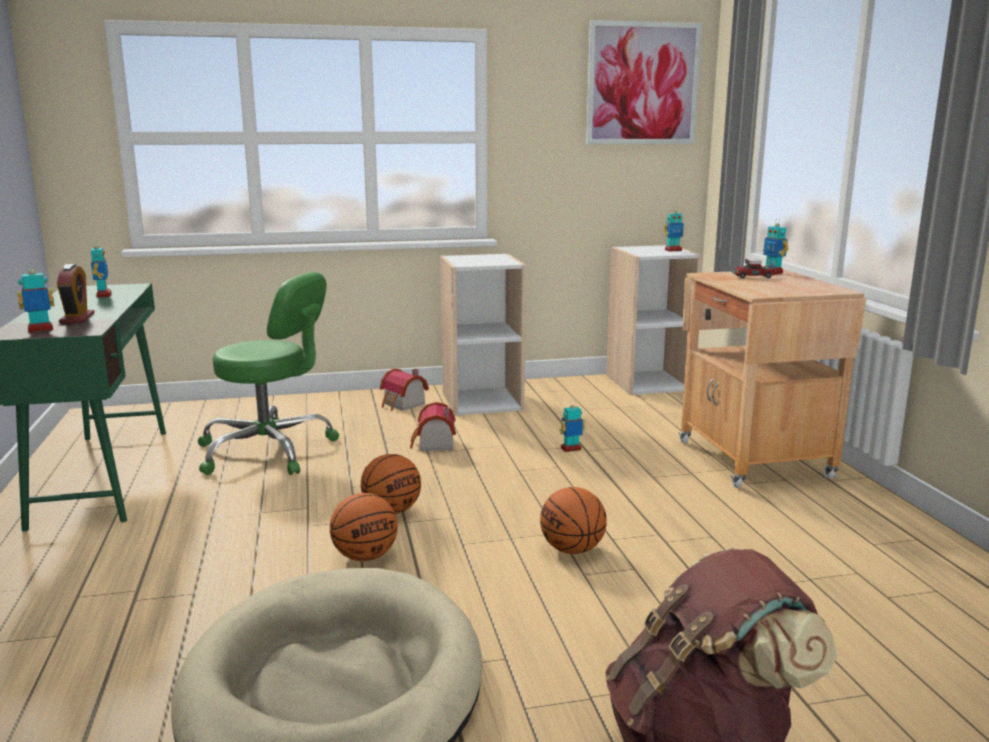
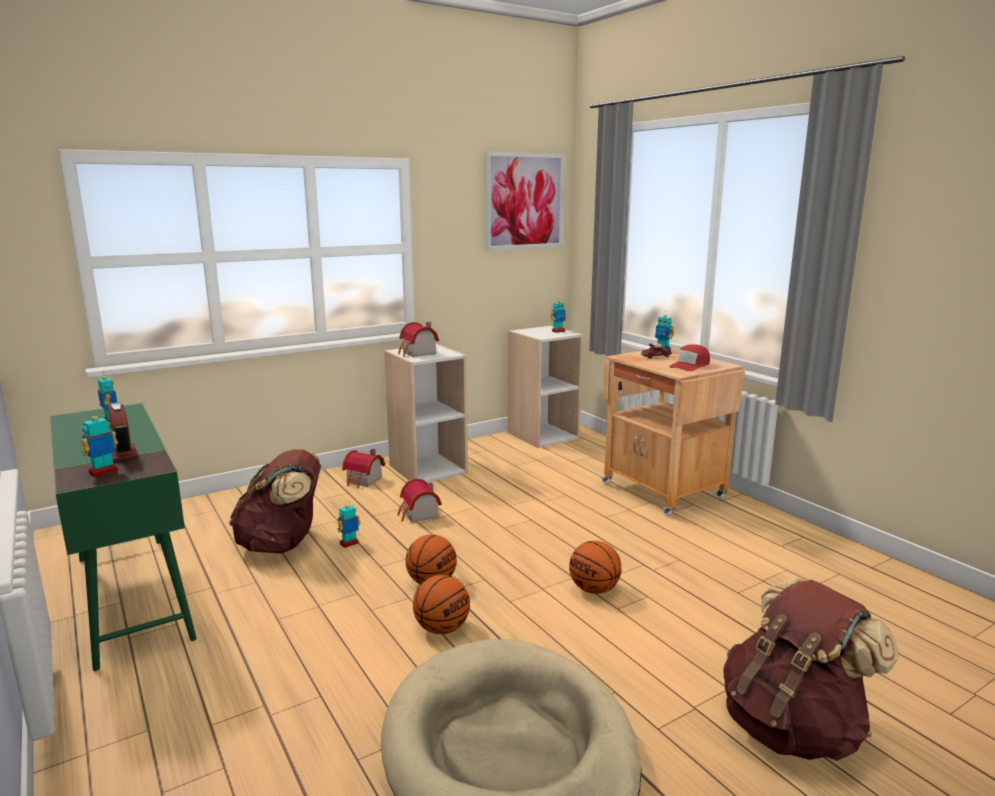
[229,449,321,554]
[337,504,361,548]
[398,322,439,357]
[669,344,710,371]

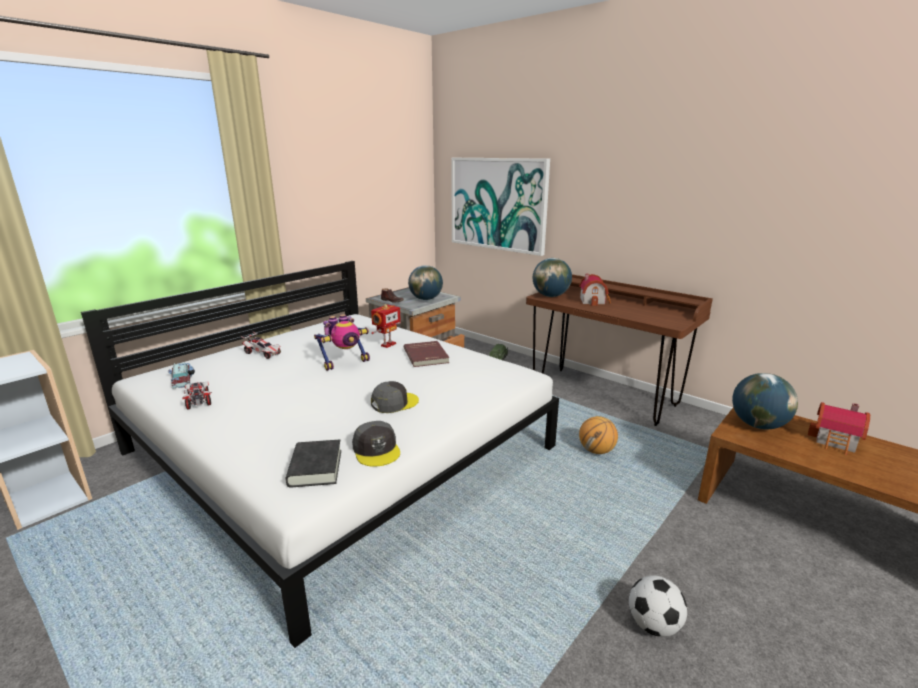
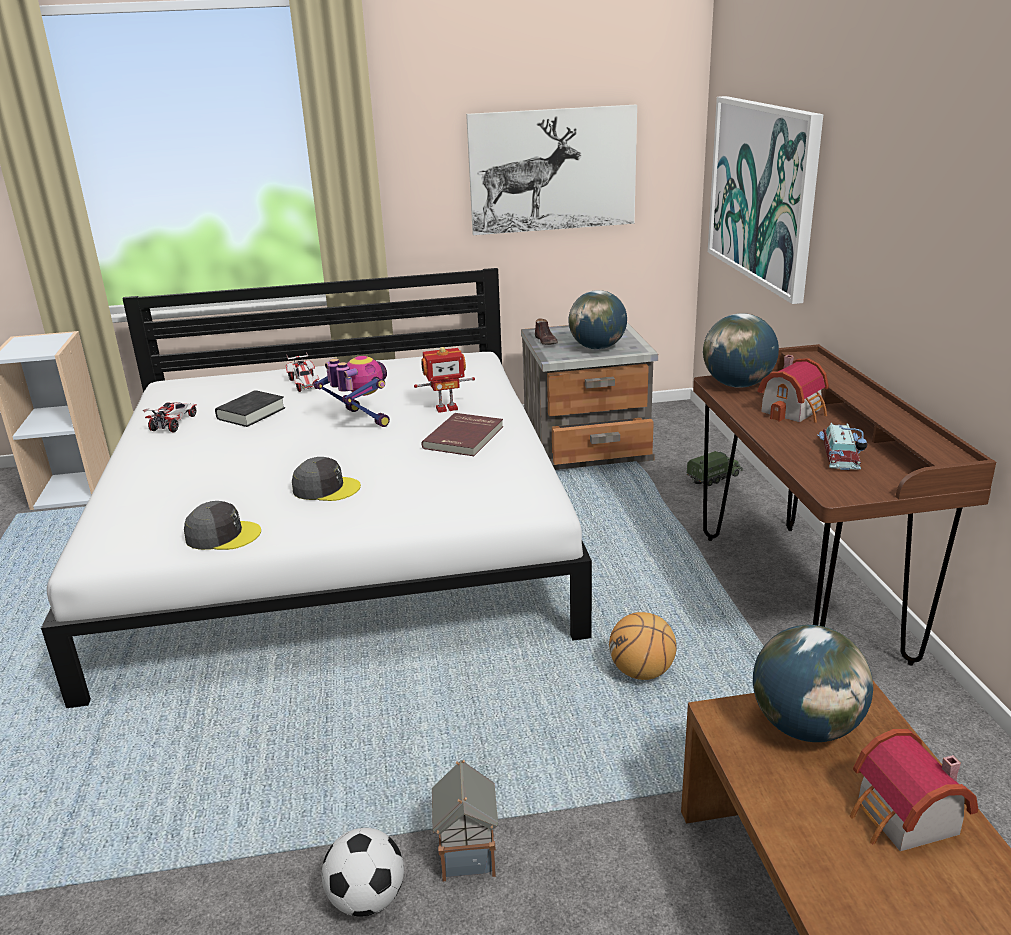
[818,423,867,470]
[215,390,285,427]
[313,356,390,427]
[184,501,261,550]
[432,760,498,881]
[466,105,637,235]

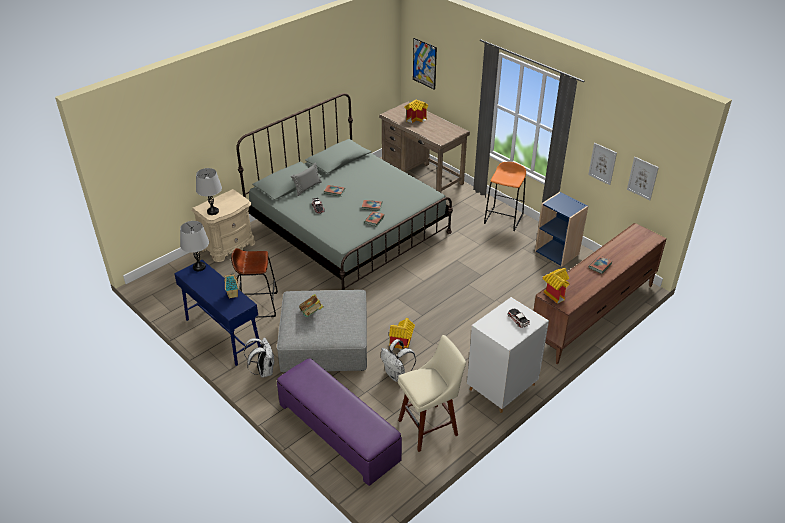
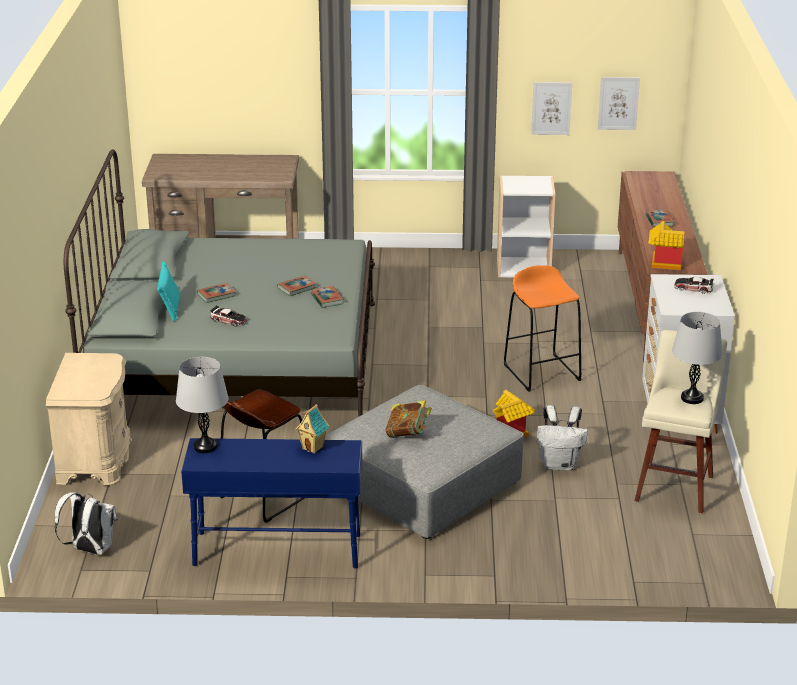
[672,312,722,404]
[55,492,118,555]
[277,358,402,486] (first image)
[157,261,180,321]
[404,100,428,123] (first image)
[413,38,437,90] (first image)
[504,265,581,392]
[497,176,555,277]

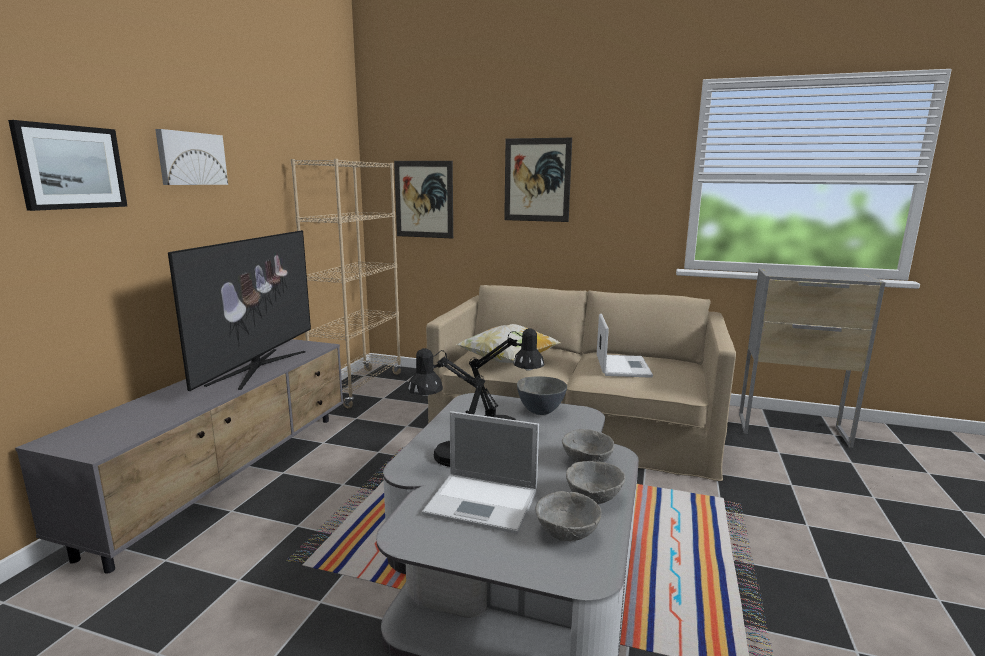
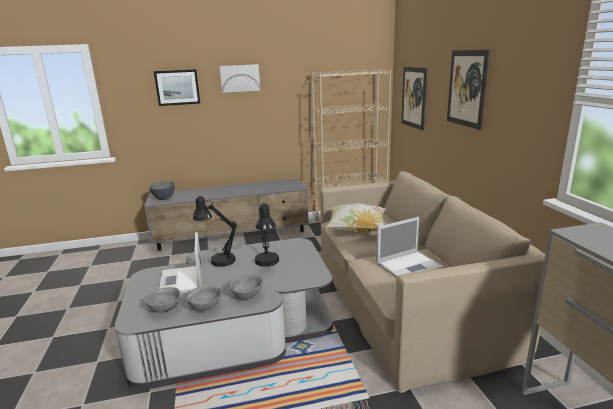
[168,230,311,391] (first image)
[149,181,175,200]

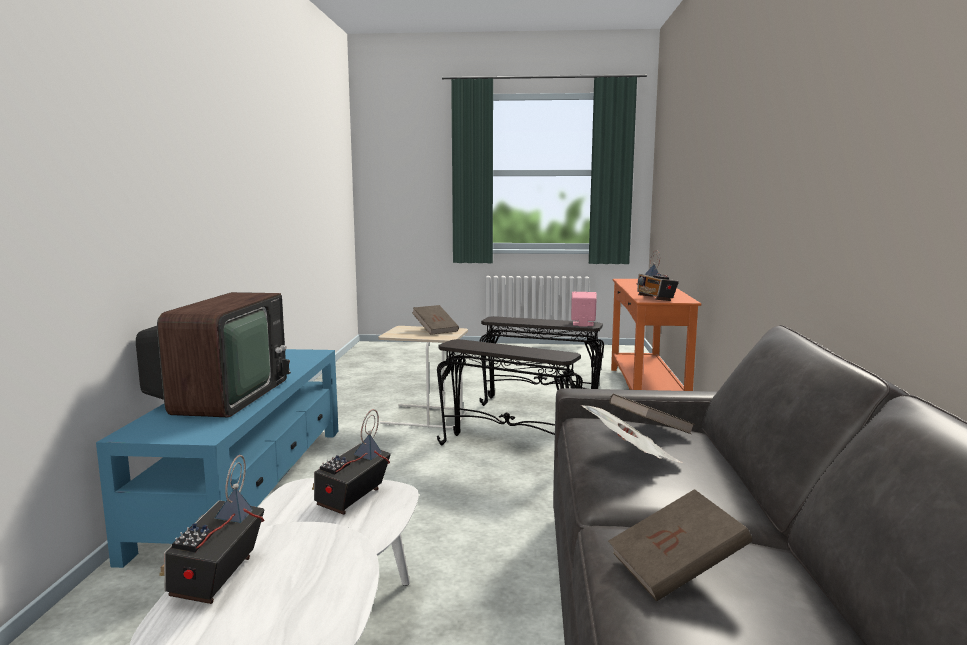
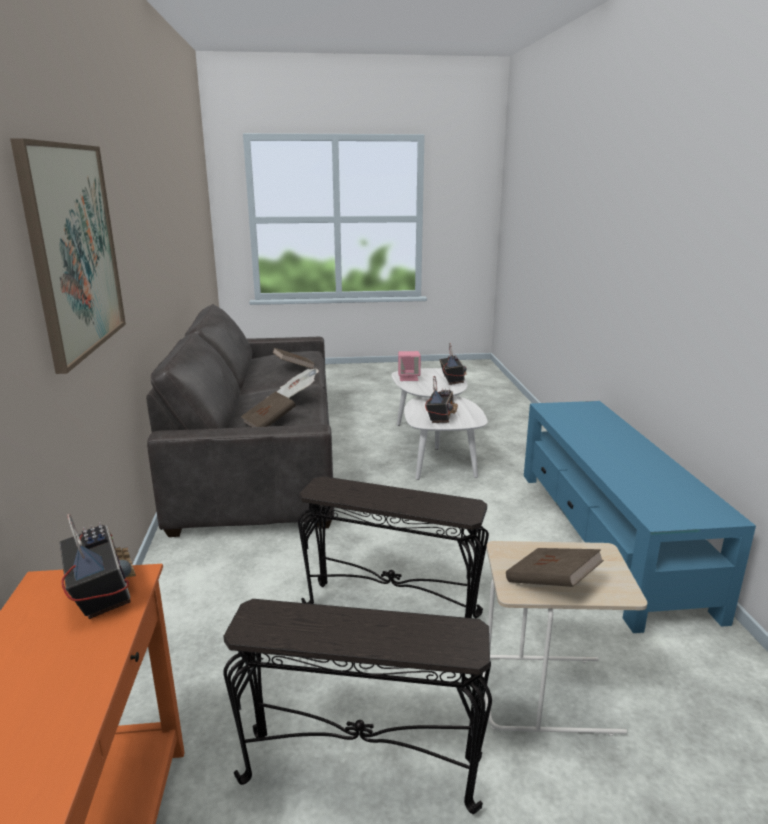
[136,292,291,417] (first image)
[398,351,421,381]
[10,138,126,374]

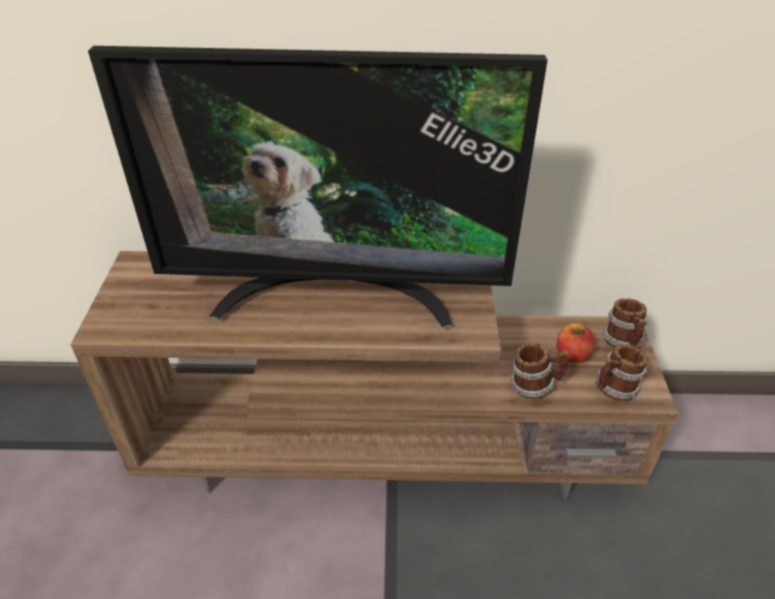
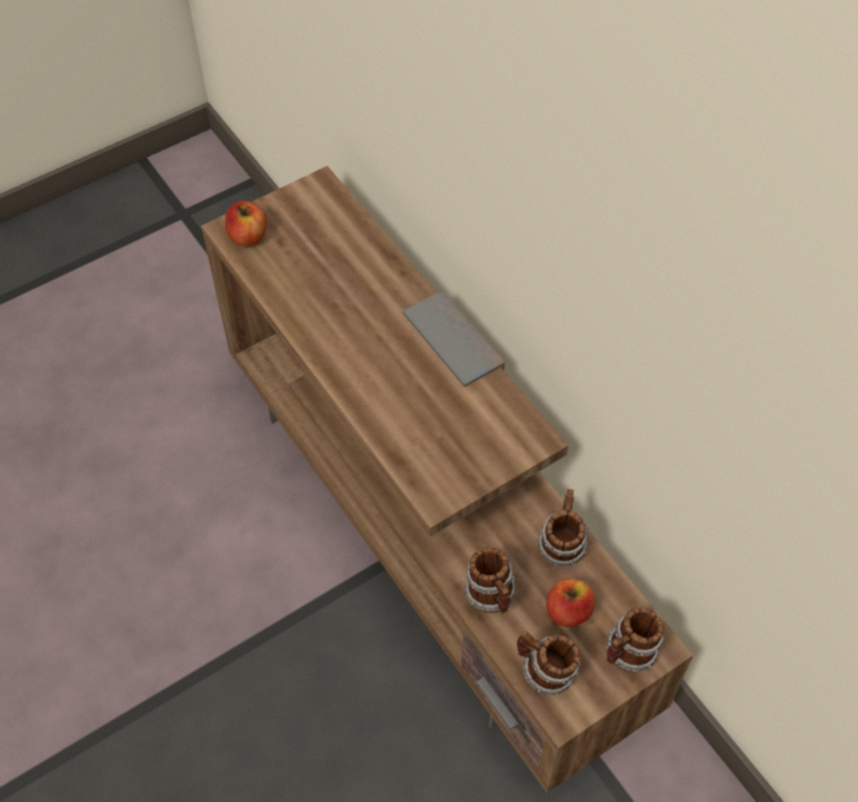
[88,46,547,328] (first image)
[225,201,266,246]
[537,489,588,566]

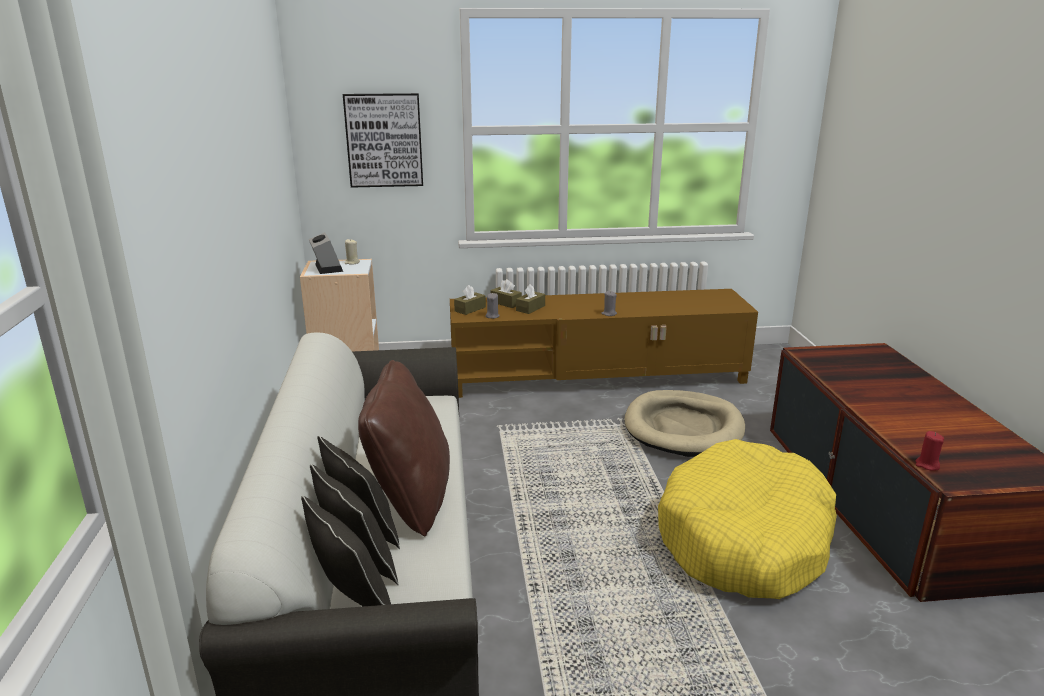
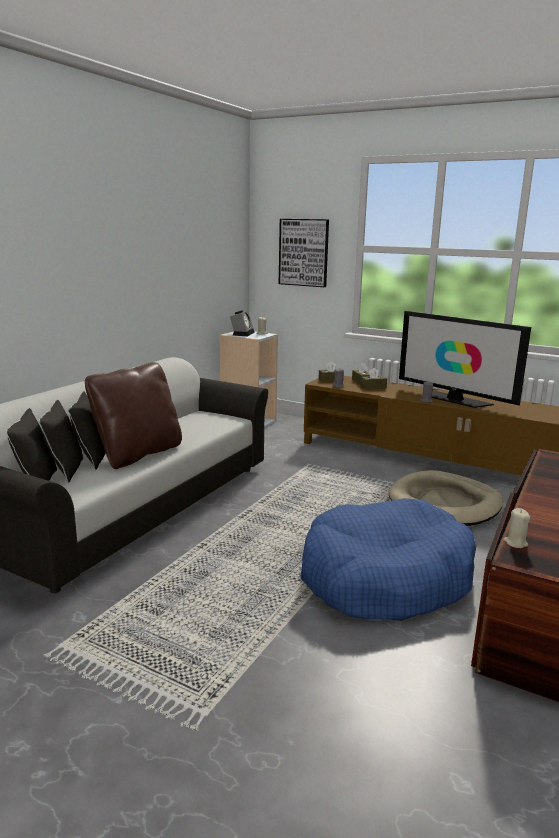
[300,498,476,621]
[503,508,530,548]
[399,311,531,408]

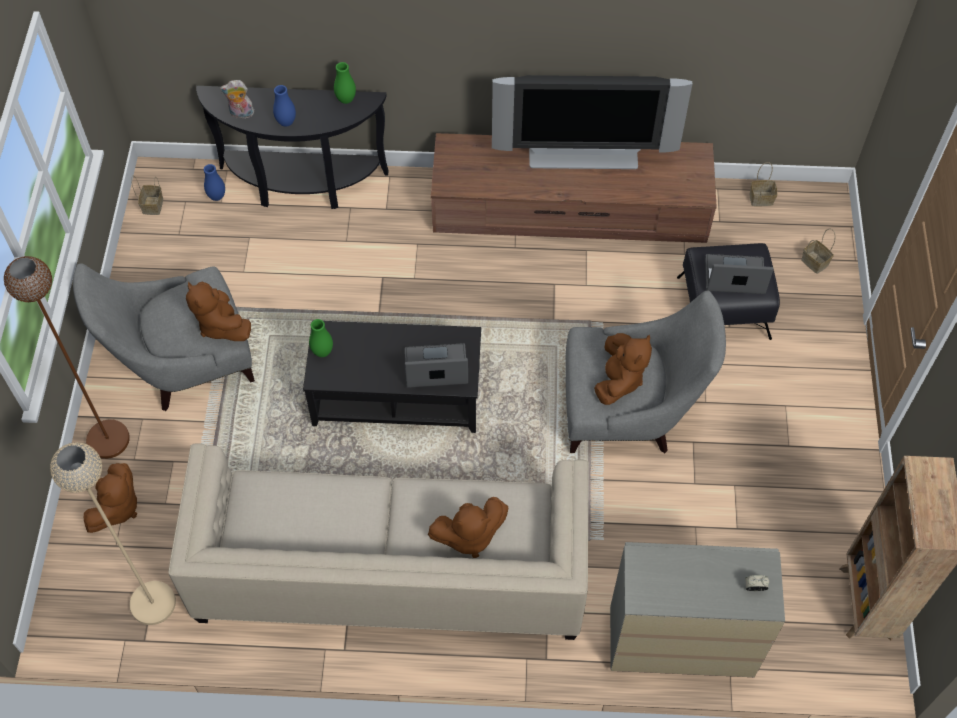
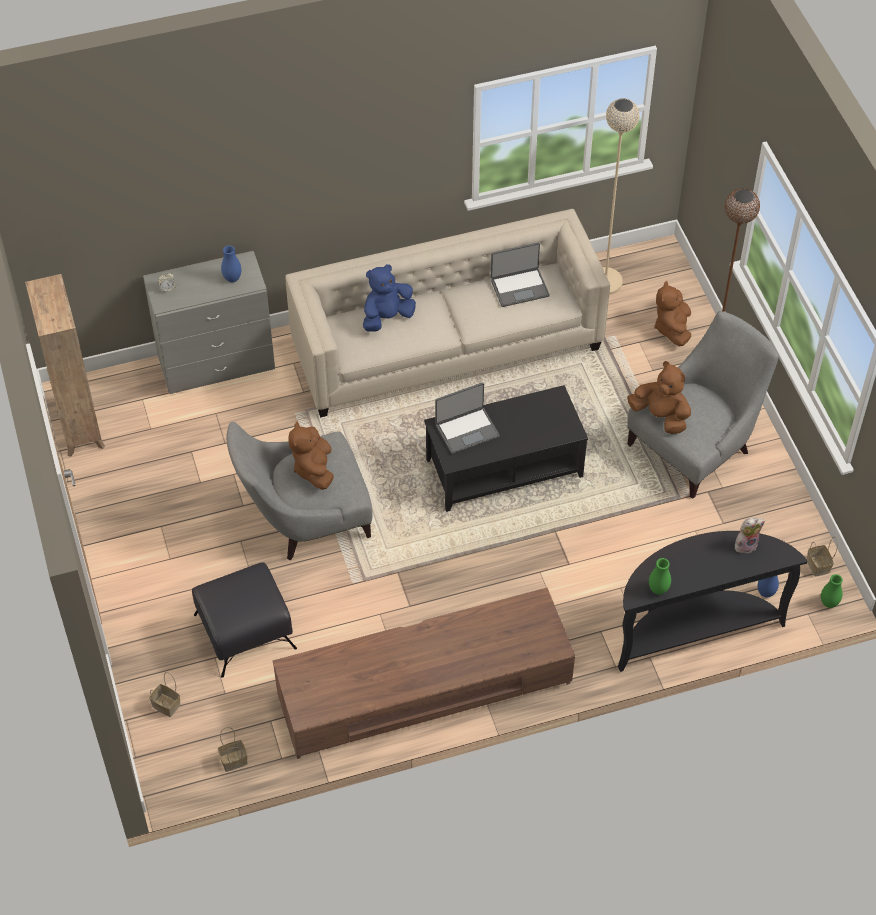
[221,245,241,282]
[821,574,843,608]
[363,264,416,331]
[492,75,692,169] (first image)
[491,242,550,307]

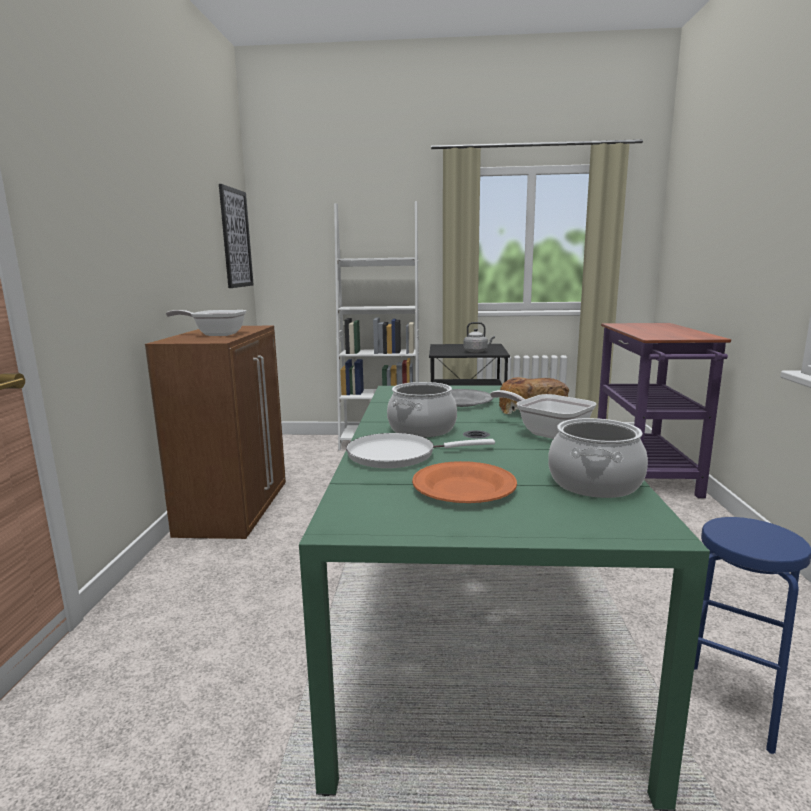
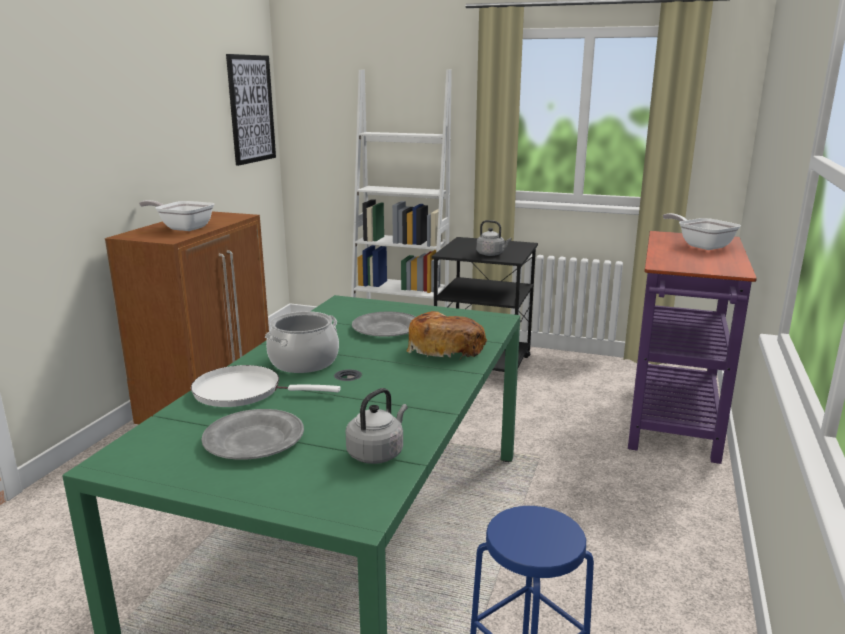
[202,409,304,460]
[663,213,741,250]
[346,388,408,464]

